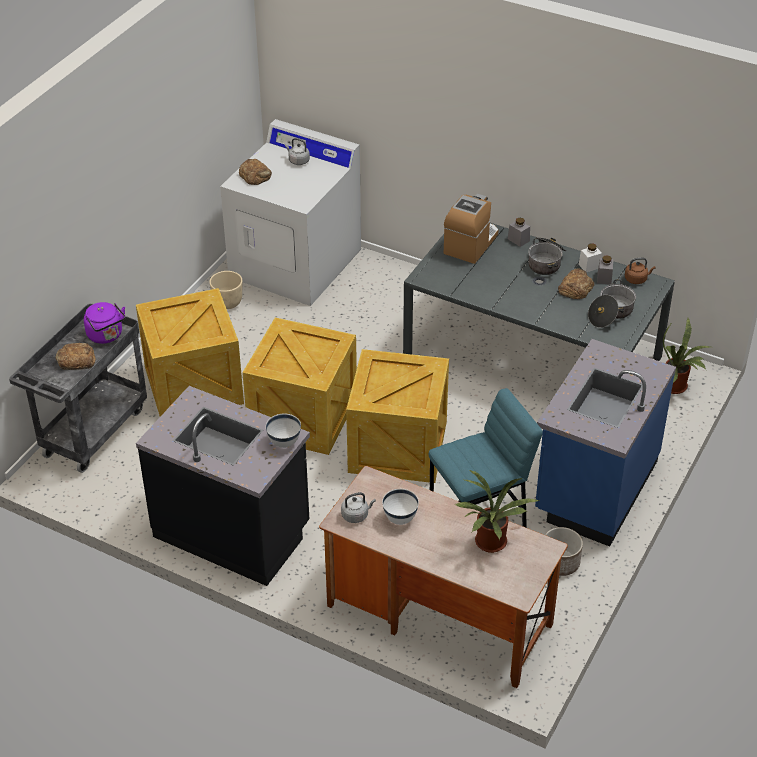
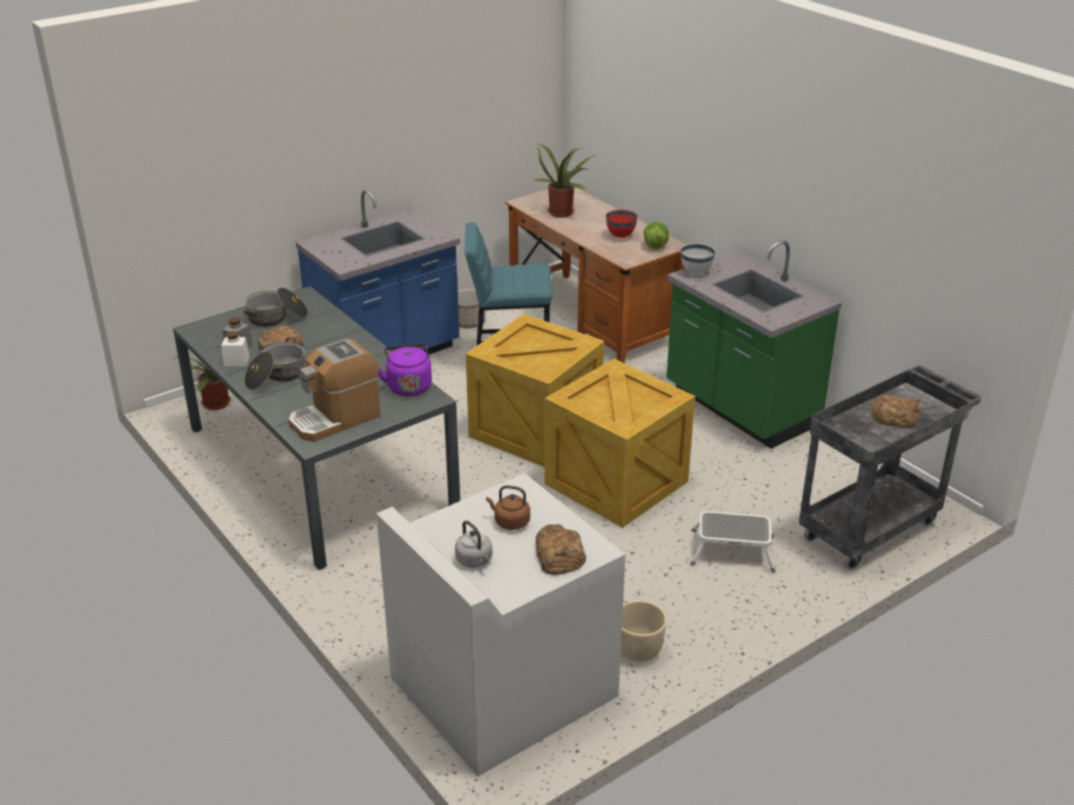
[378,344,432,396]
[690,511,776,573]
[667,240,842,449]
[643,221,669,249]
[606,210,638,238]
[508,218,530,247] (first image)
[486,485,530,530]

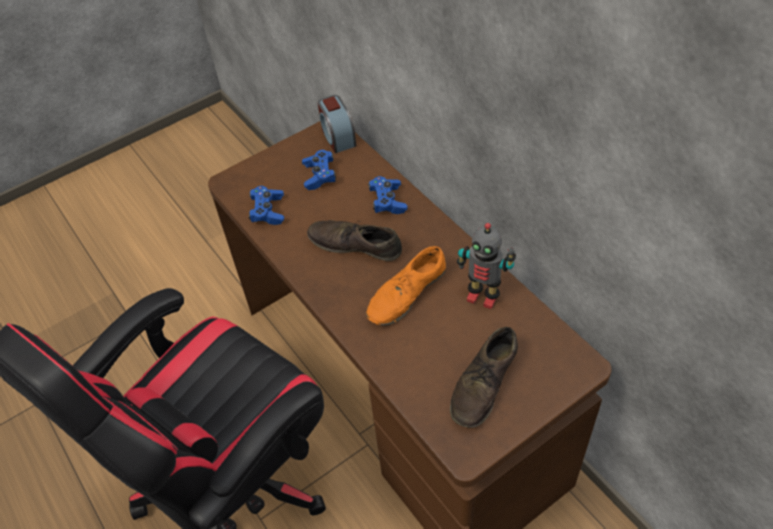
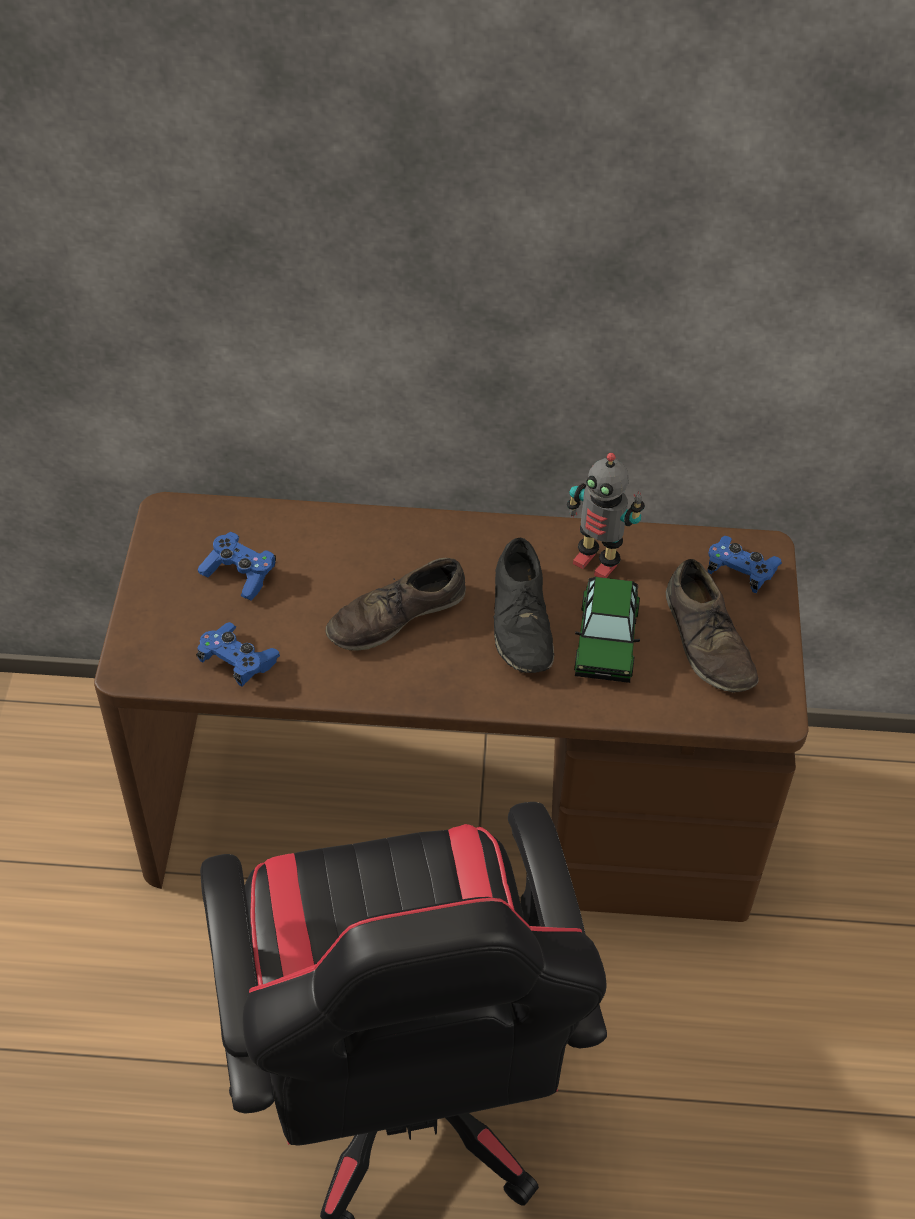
[318,95,356,153] (first image)
[494,538,554,673]
[707,536,782,593]
[567,453,645,578]
[574,577,640,683]

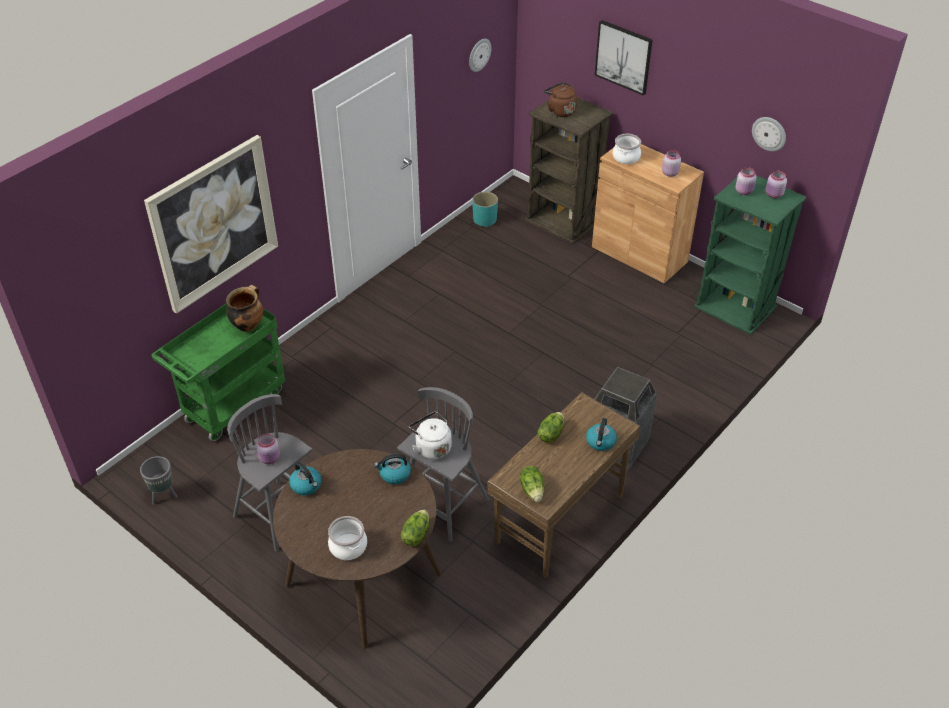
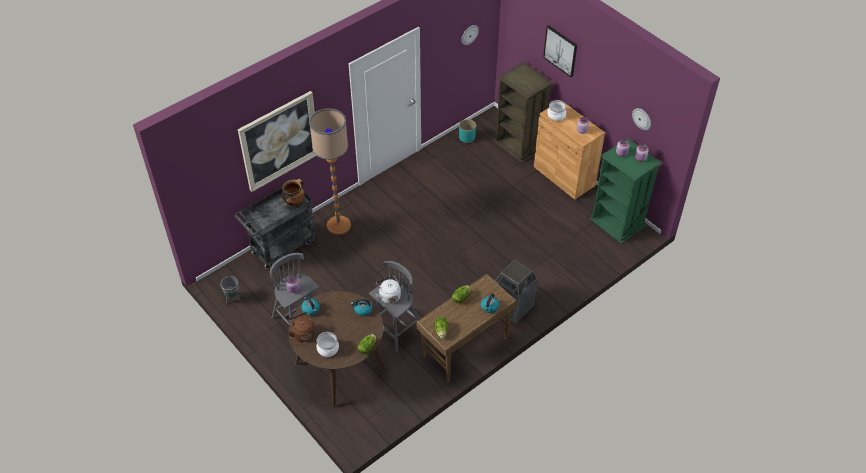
[235,188,316,269]
[288,312,315,342]
[309,108,351,235]

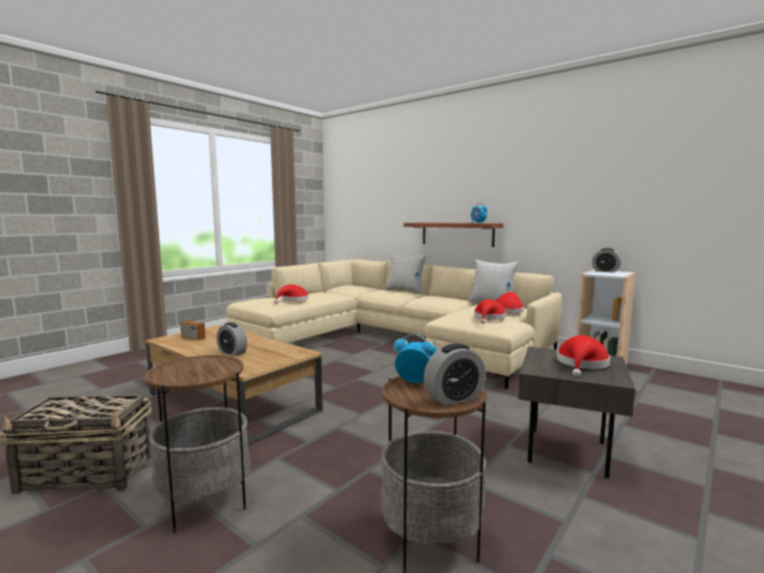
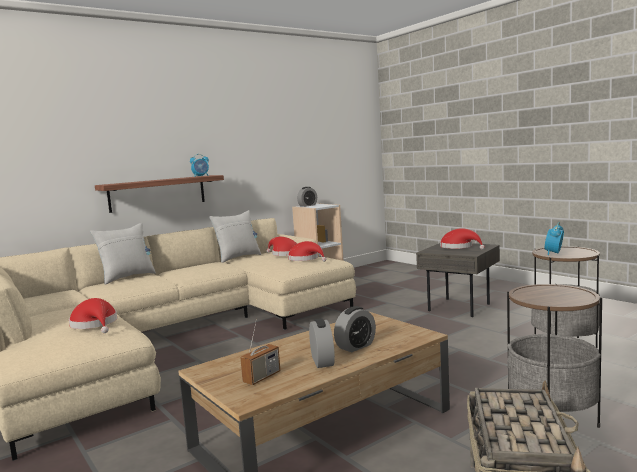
[309,318,335,368]

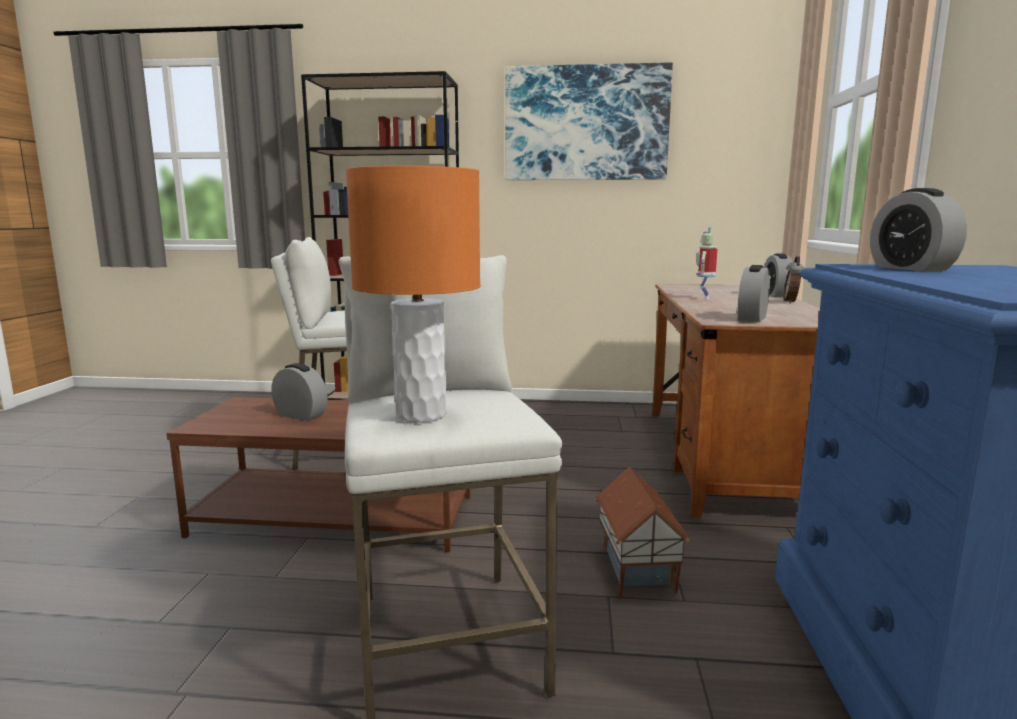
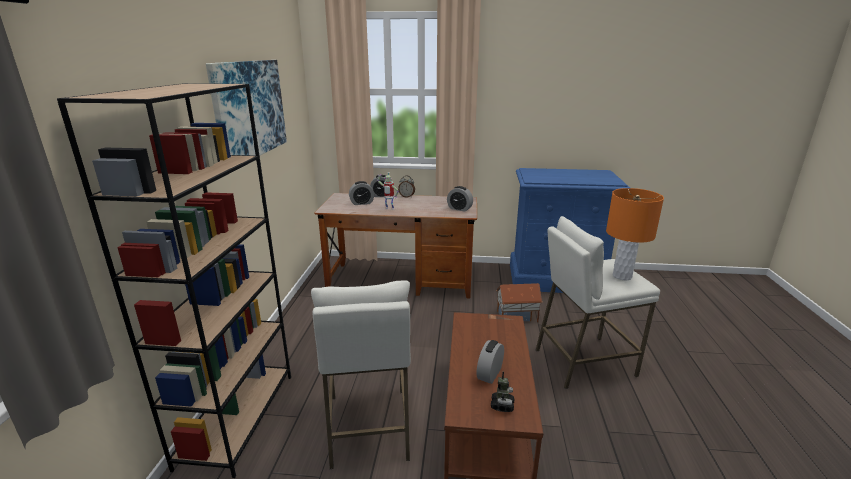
[349,181,374,205]
[491,372,514,412]

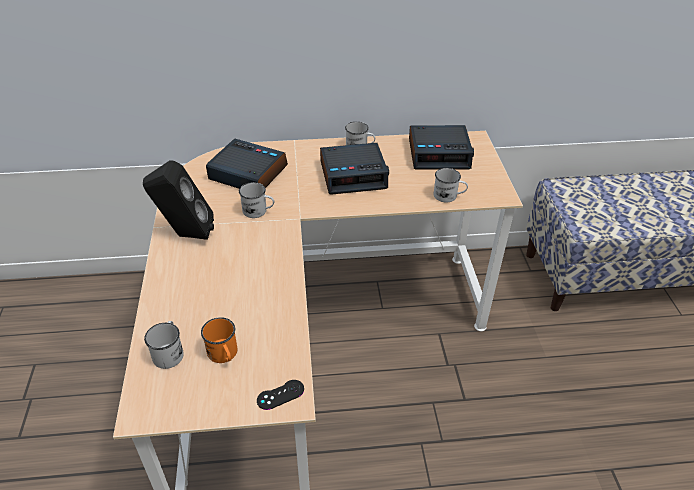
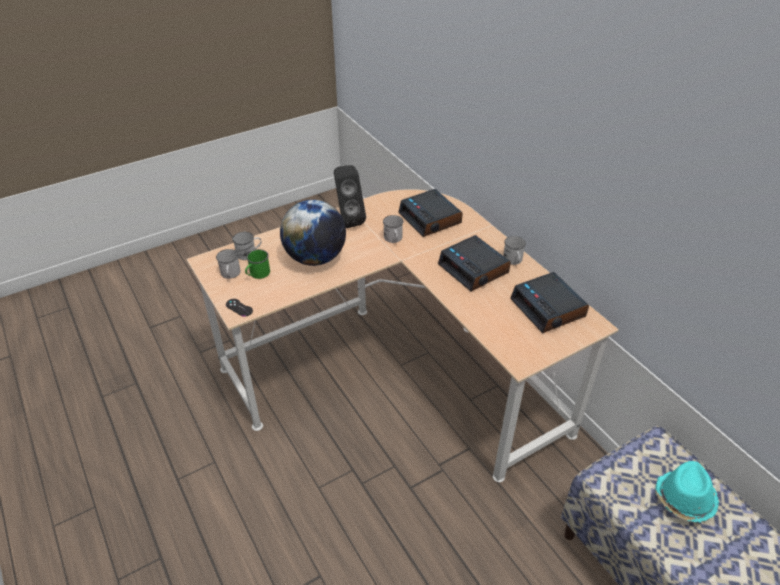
[245,249,270,279]
[398,189,463,237]
[216,249,241,279]
[280,200,346,266]
[655,461,719,522]

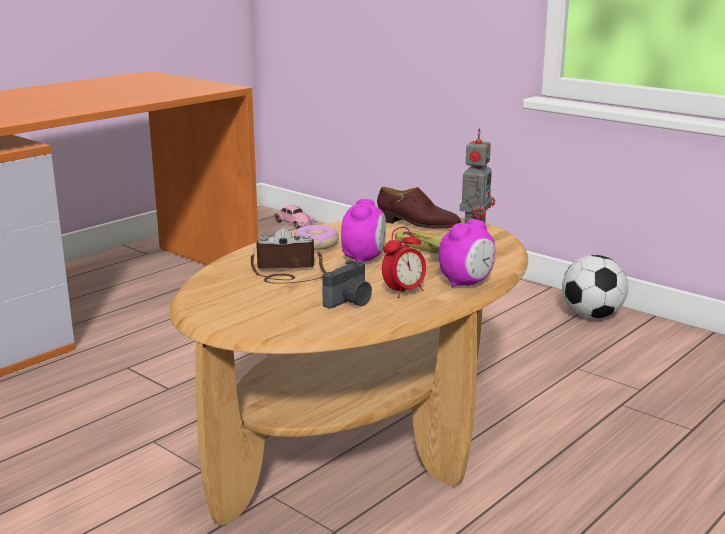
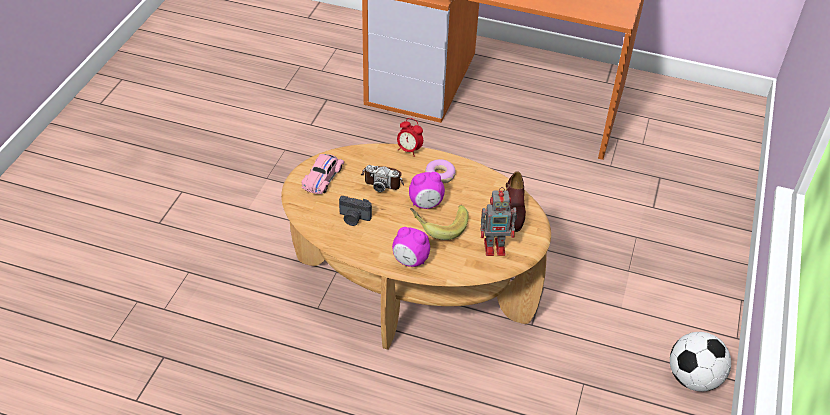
[361,165,404,192]
[301,154,344,194]
[397,118,423,157]

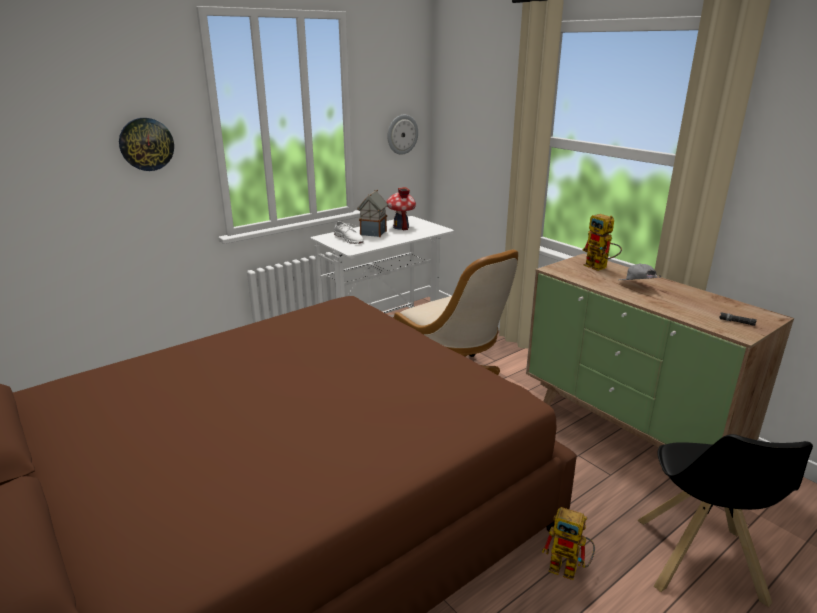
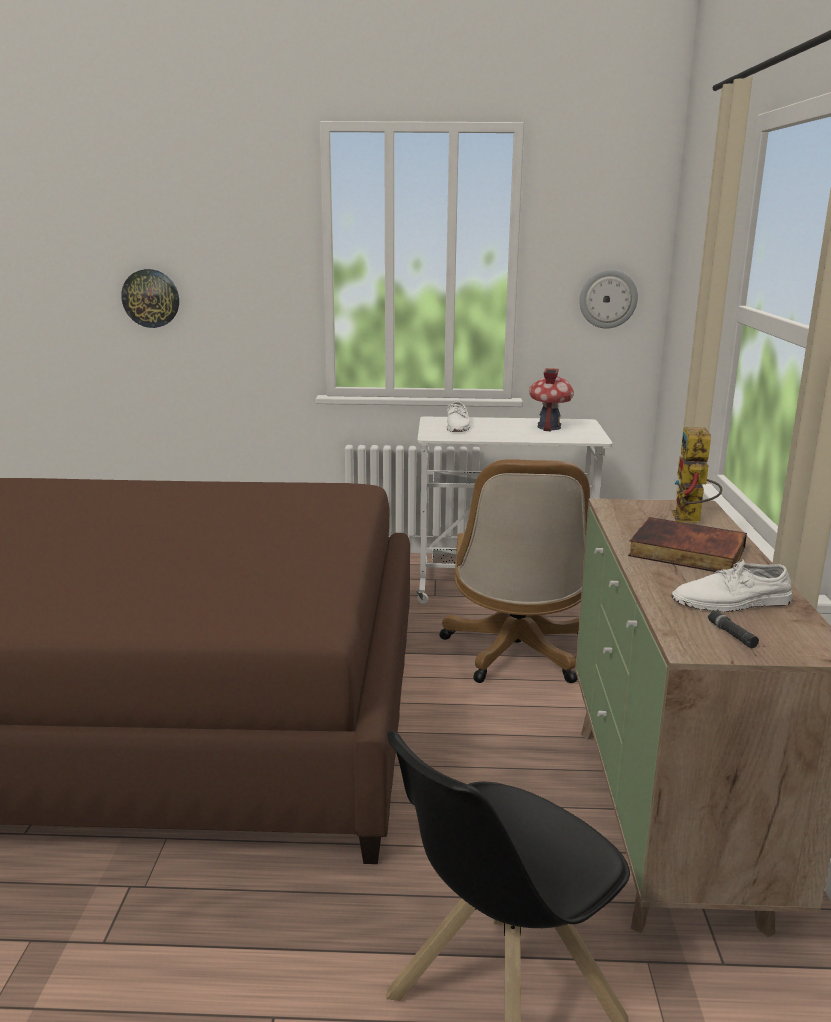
[121,269,179,328]
[357,190,388,237] (first image)
[542,507,595,580] (first image)
[628,517,747,572]
[671,559,792,612]

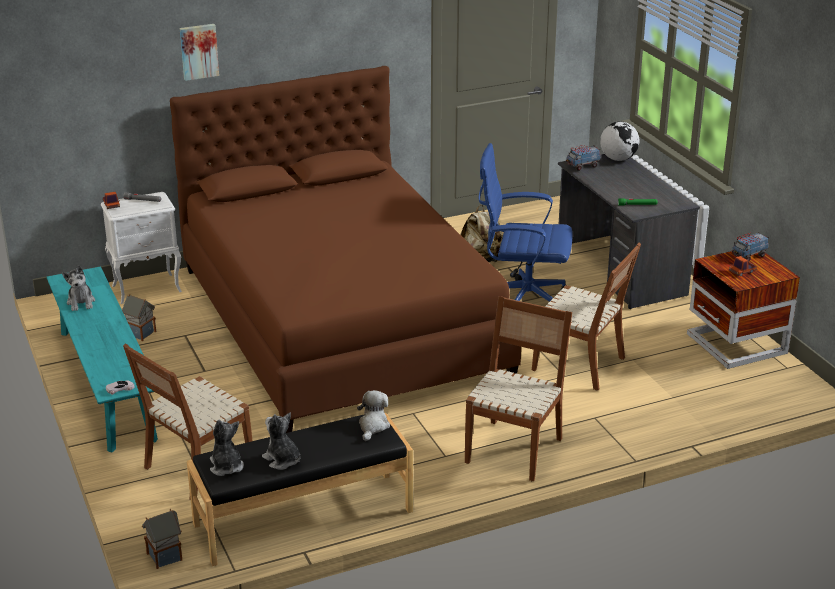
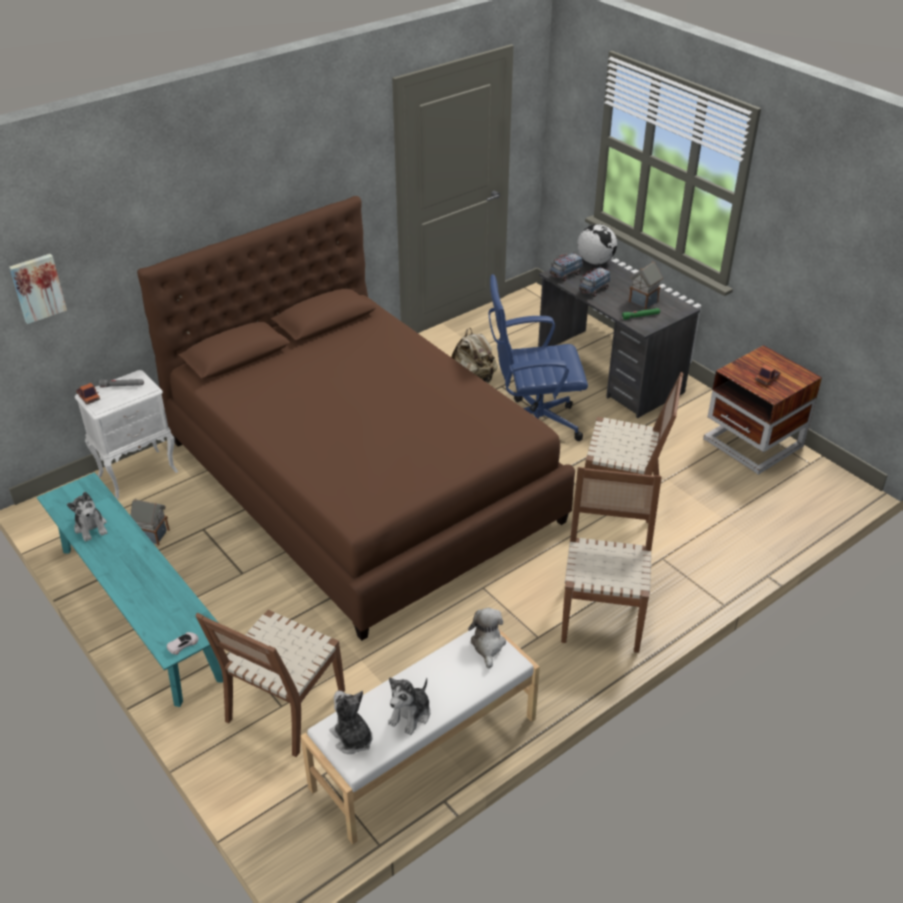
[629,261,663,309]
[9,254,67,324]
[301,627,540,844]
[388,678,430,735]
[579,266,610,297]

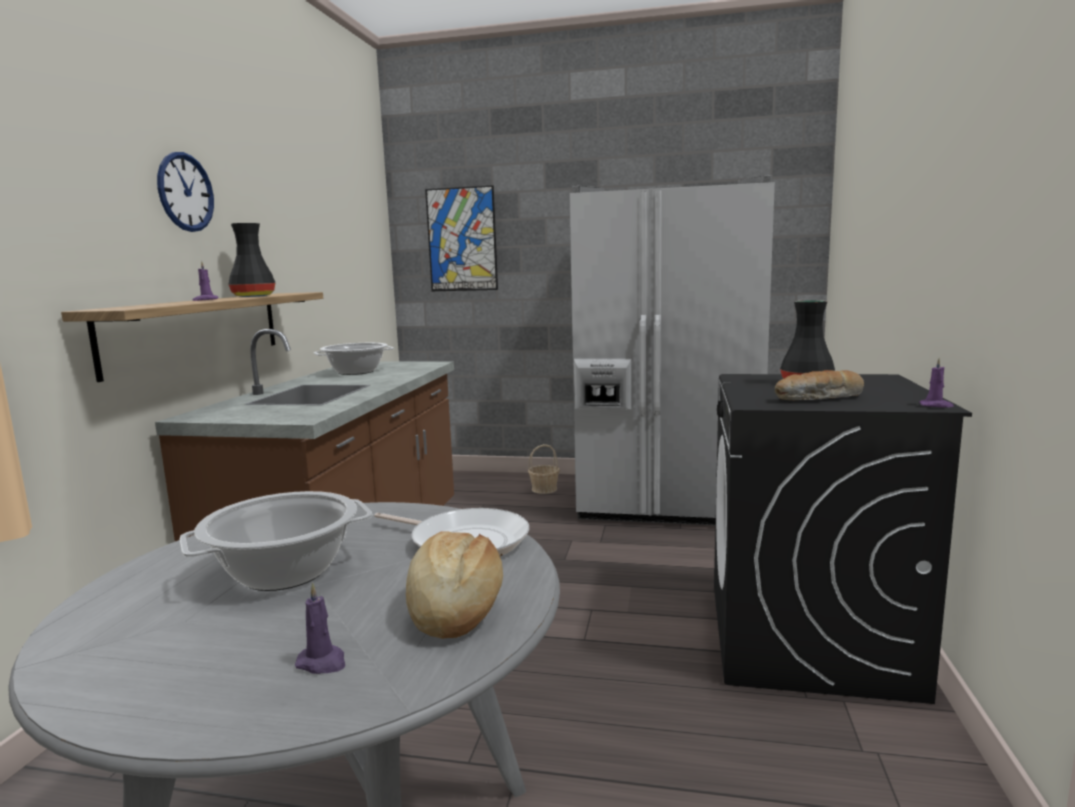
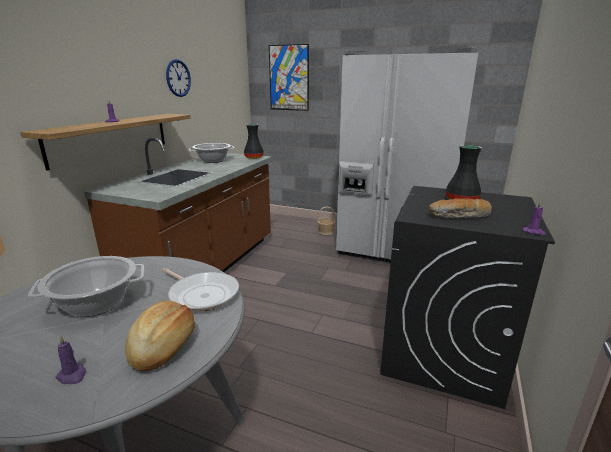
[166,59,191,97]
[244,124,264,159]

